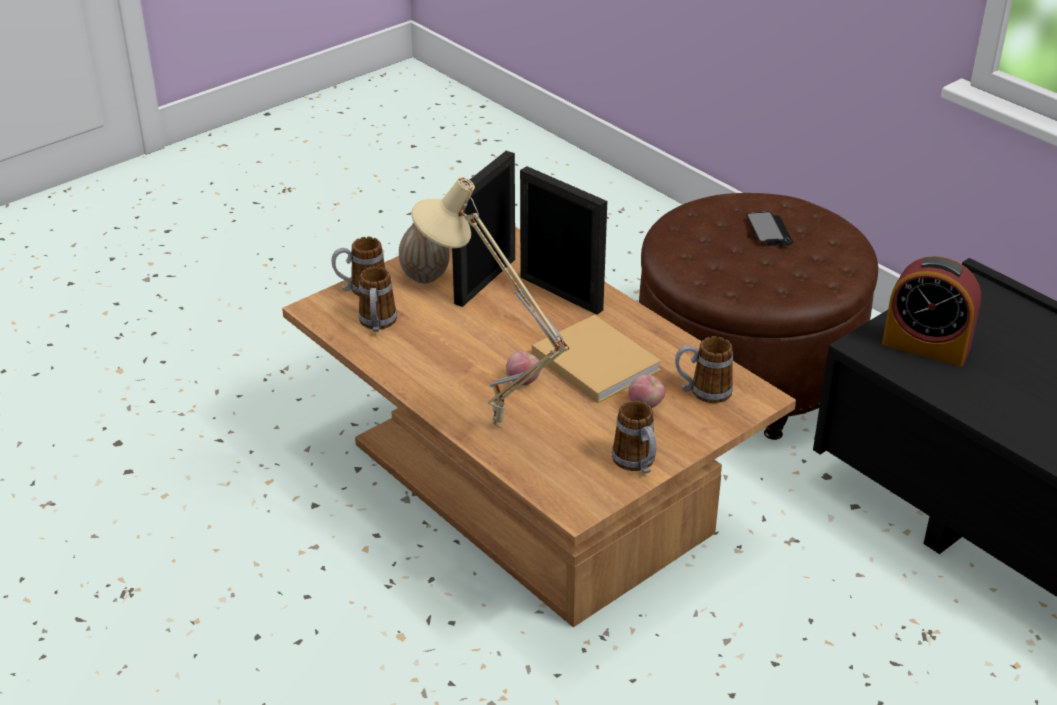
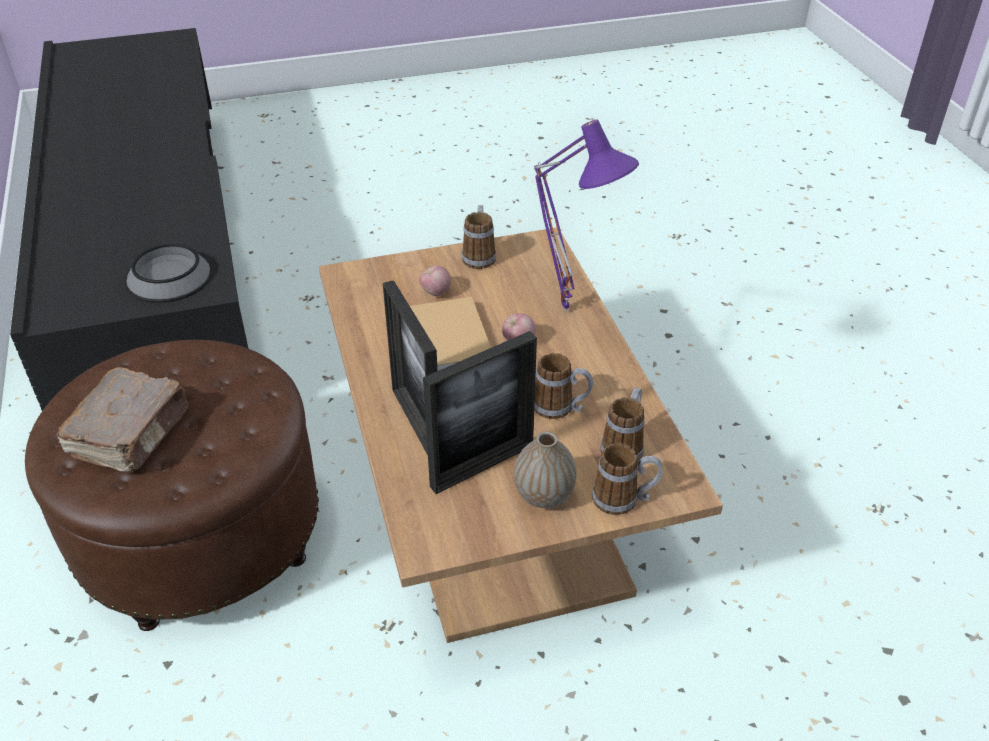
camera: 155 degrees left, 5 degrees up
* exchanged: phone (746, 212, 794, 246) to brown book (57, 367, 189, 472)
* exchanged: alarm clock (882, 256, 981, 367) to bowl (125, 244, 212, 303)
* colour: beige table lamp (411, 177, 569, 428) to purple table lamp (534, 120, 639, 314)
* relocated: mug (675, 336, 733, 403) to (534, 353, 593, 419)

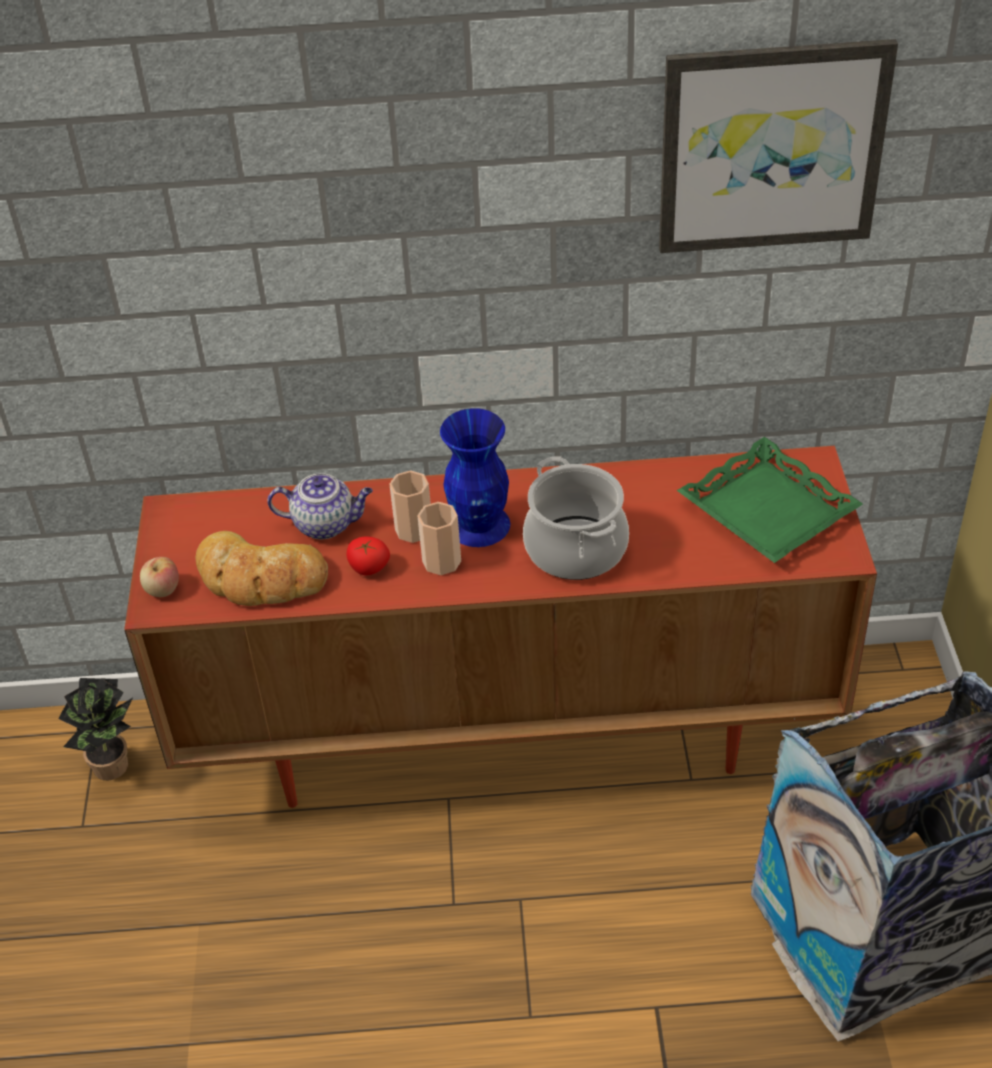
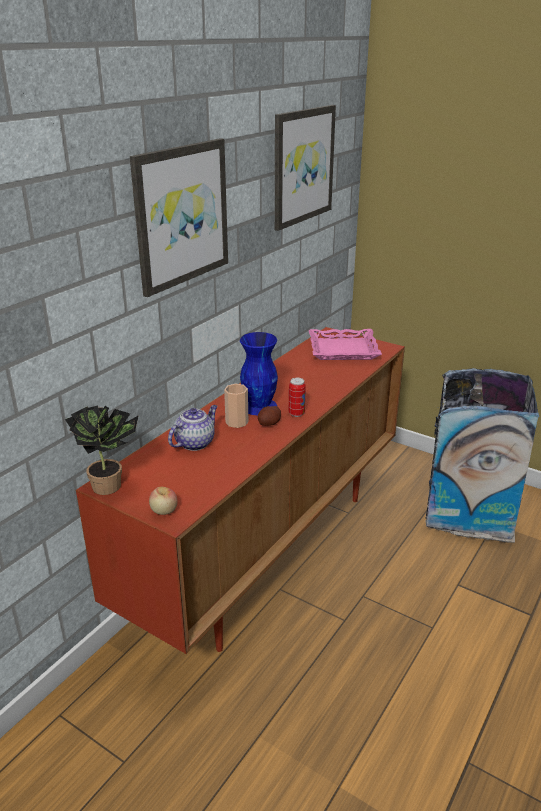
camera: 55 degrees left, 15 degrees down
* relocated: potted plant (58, 678, 133, 780) to (65, 406, 139, 495)
* appeared: picture (130, 138, 228, 297)
* exchanged: cup (417, 502, 461, 575) to potato (258, 406, 281, 426)
* appeared: can (289, 378, 306, 417)
* colour: green tray (677, 437, 863, 563) to pink tray (309, 329, 382, 360)
* missing: bread (195, 531, 328, 606)
* missing: tomato (346, 537, 390, 575)
* missing: cooking pot (523, 456, 629, 580)

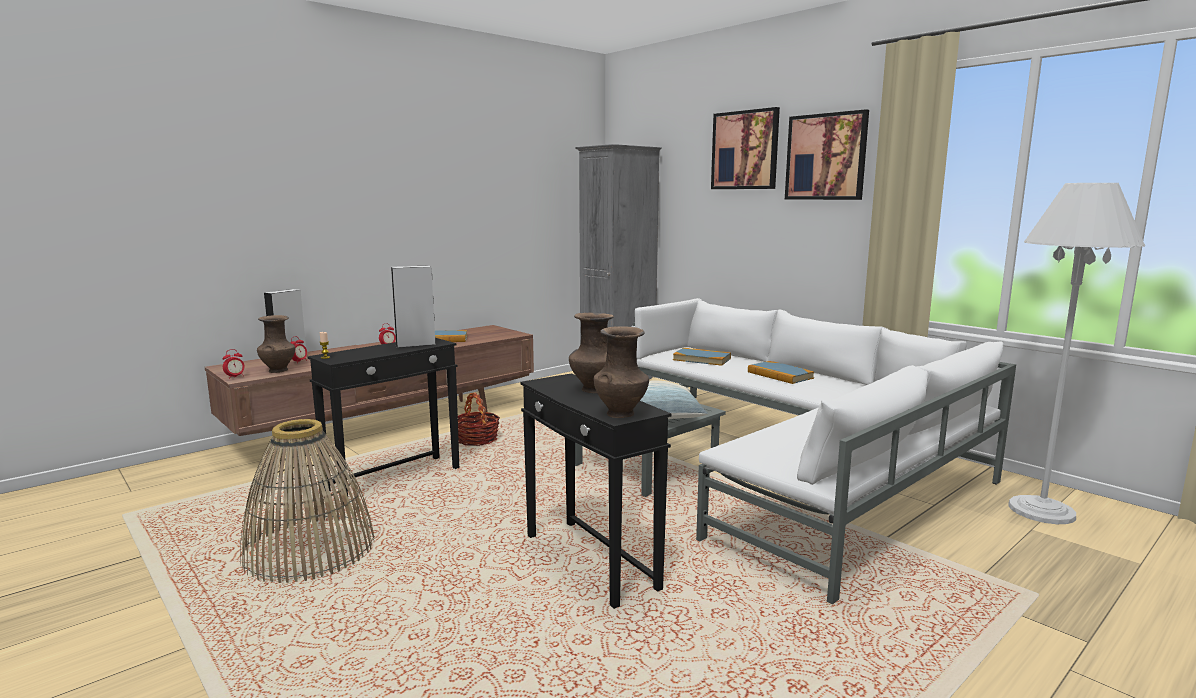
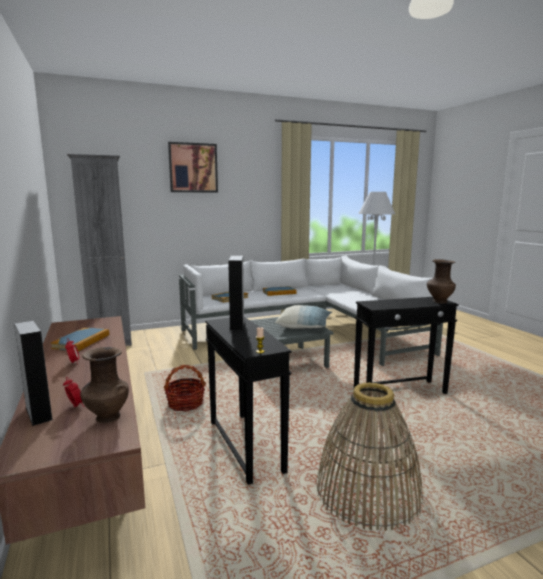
camera: 70 degrees left, 0 degrees up
* missing: alarm clock (223, 349, 245, 379)
* missing: brown vase (569, 312, 614, 393)
* missing: picture (785, 109, 869, 200)

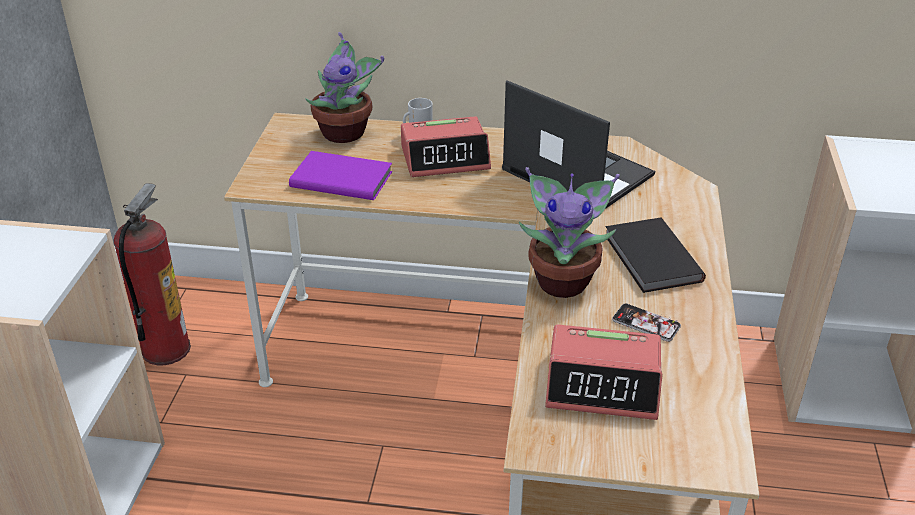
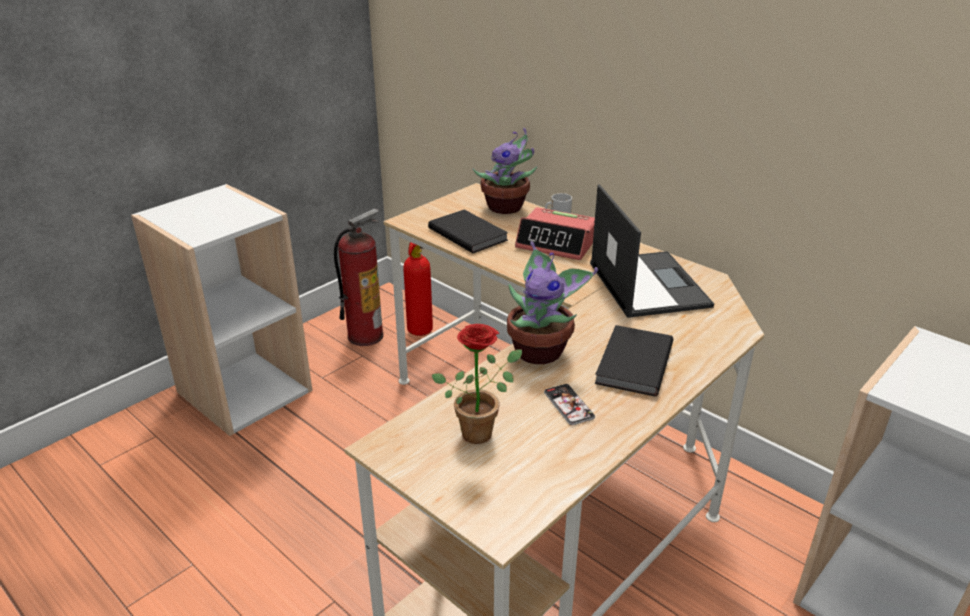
camera: 35 degrees right, 5 degrees down
* appeared: fire extinguisher (403, 242, 433, 336)
* colour: purple book (289, 151, 393, 200) to black book (428, 210, 508, 253)
* exchanged: alarm clock (545, 324, 662, 420) to potted plant (432, 324, 522, 444)

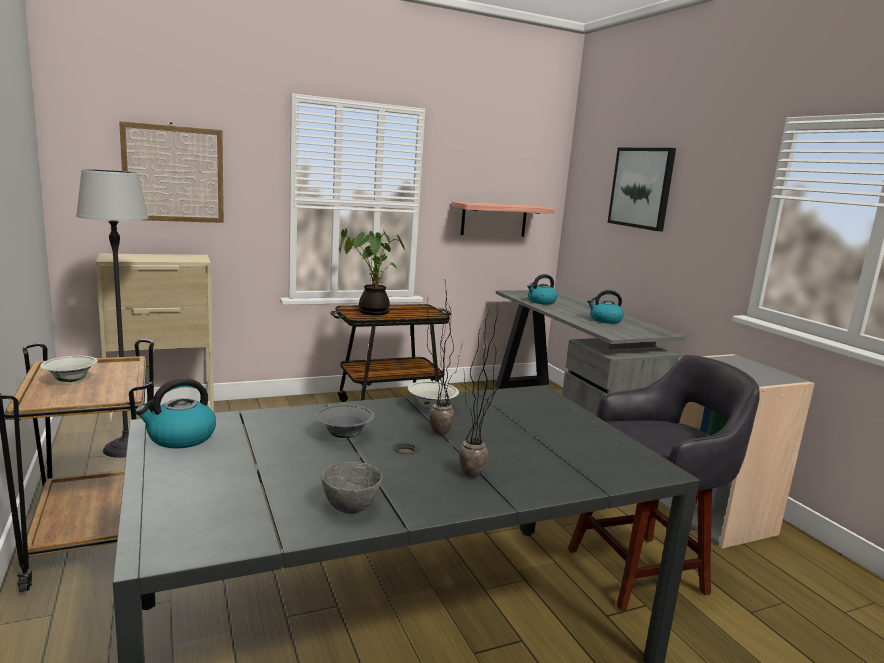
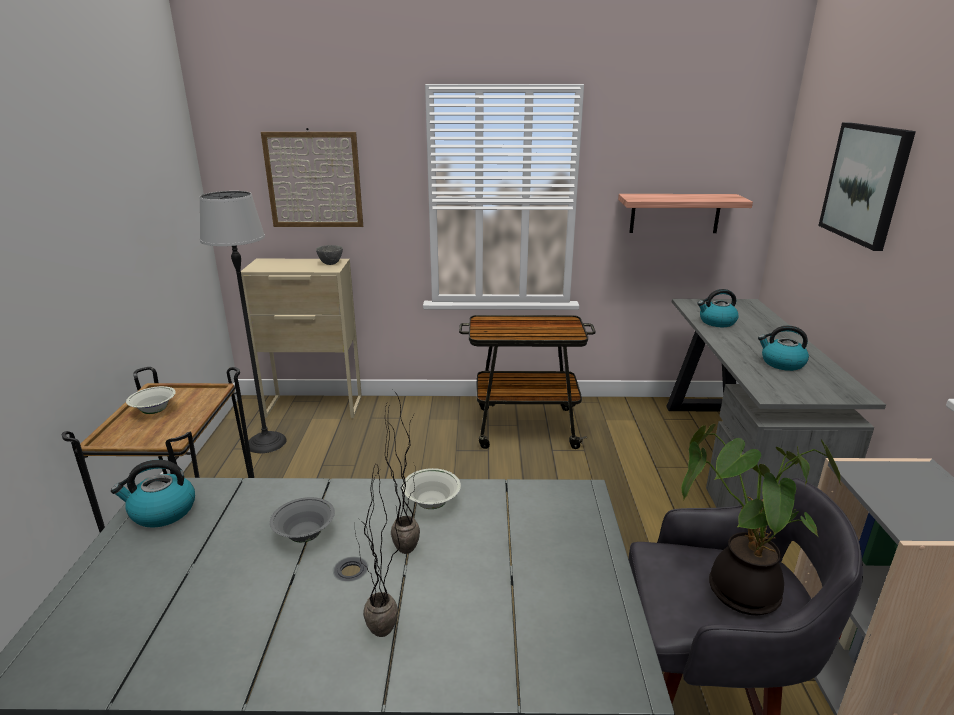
camera: 25 degrees right, 10 degrees up
* relocated: grey bowl (322, 462, 382, 514) to (316, 245, 343, 265)
* relocated: potted plant (339, 229, 405, 316) to (681, 424, 841, 615)

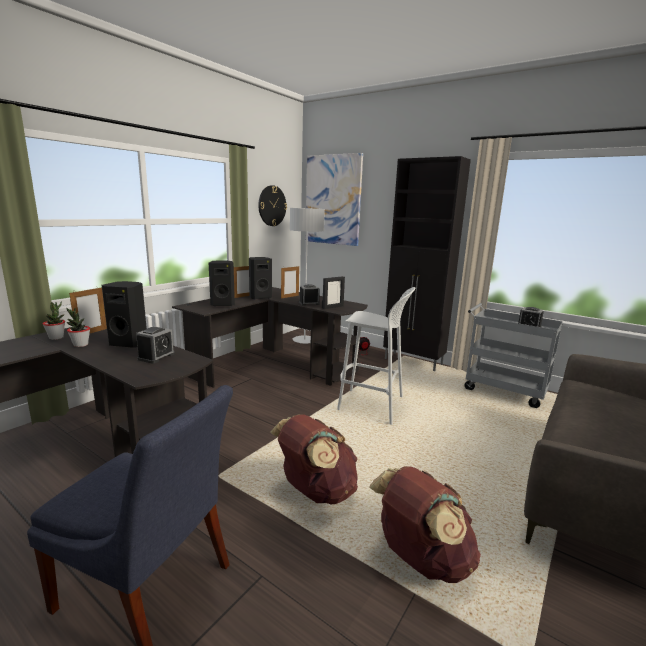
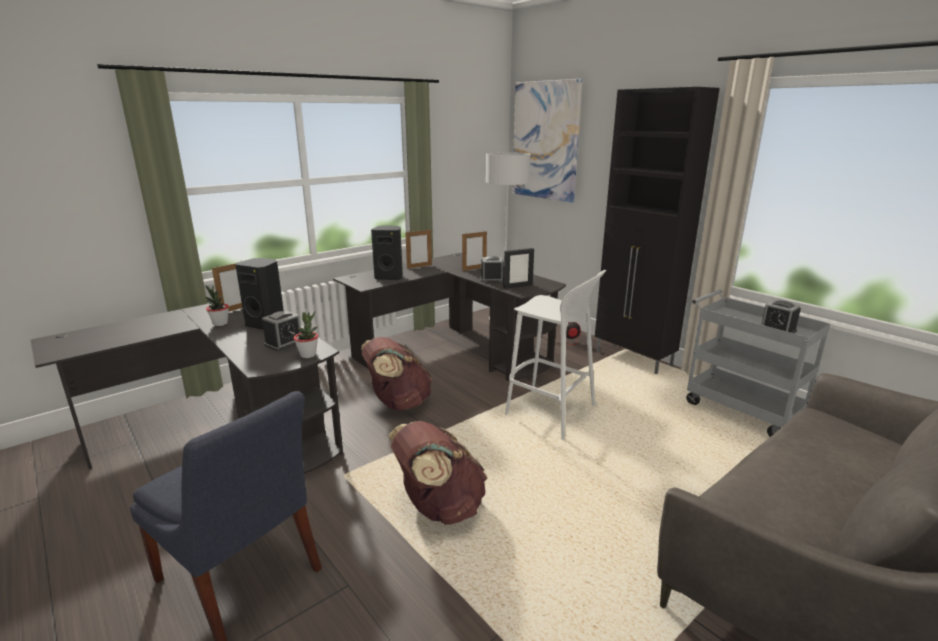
camera: 15 degrees right, 5 degrees up
* relocated: potted plant (43, 302, 65, 340) to (293, 311, 318, 358)
* relocated: brown backpack (369, 466, 481, 583) to (361, 337, 432, 411)
* missing: black speaker (249, 257, 272, 300)
* missing: wall clock (258, 185, 287, 226)

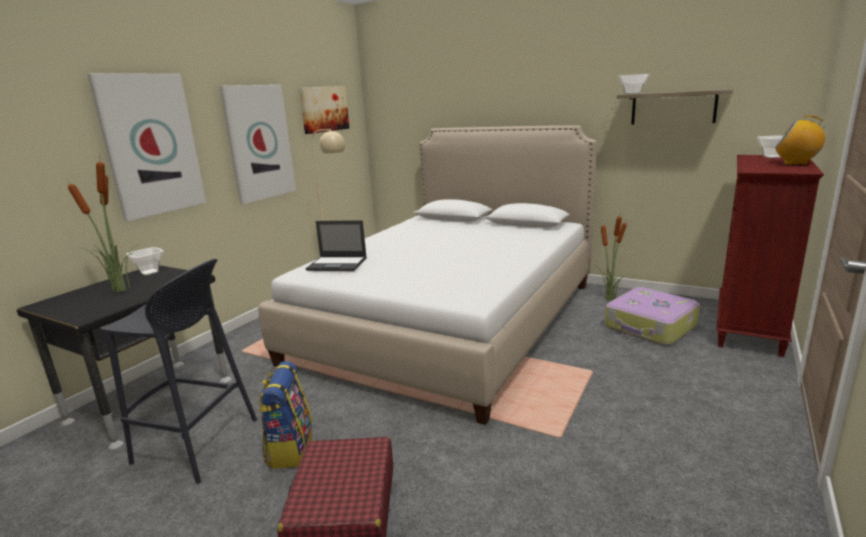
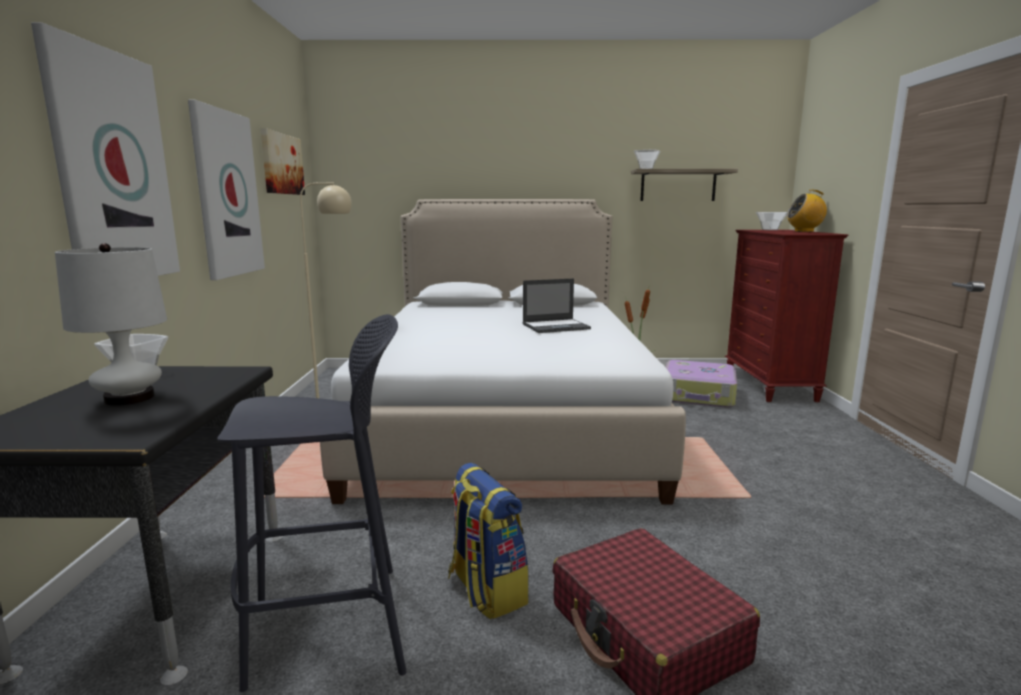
camera: 30 degrees left, 5 degrees down
* exchanged: potted plant (65, 161, 139, 292) to white table lamp (55, 243, 167, 406)
* relocated: laptop (306, 220, 367, 271) to (523, 278, 591, 333)

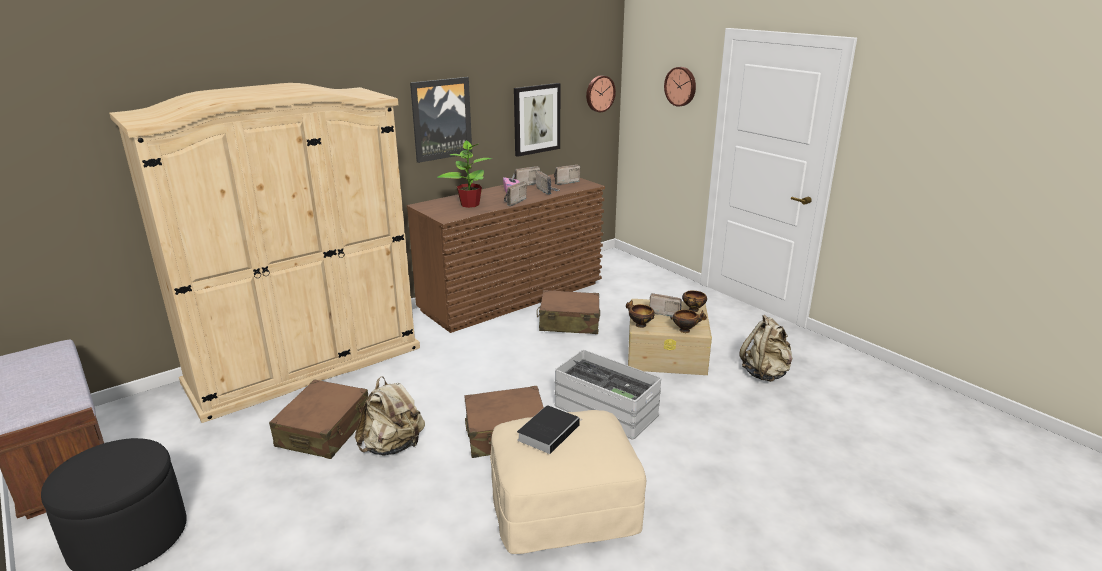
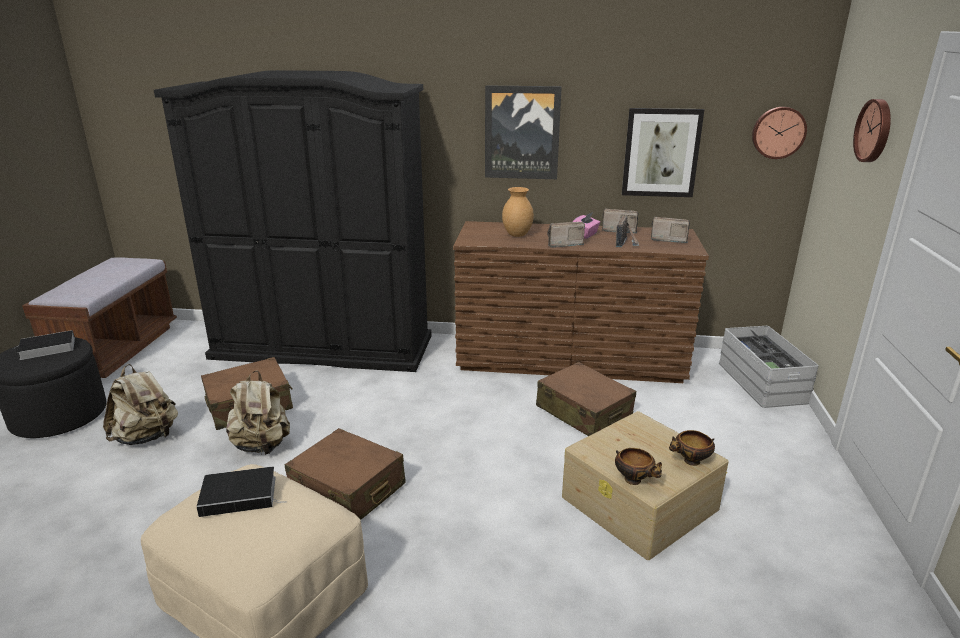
camera: 45 degrees right, 0 degrees up
* appeared: book (13, 330, 75, 360)
* relocated: beige backpack (739, 315, 793, 382) to (103, 364, 178, 445)
* colour: beige wardrobe (109, 83, 420, 423) to black wardrobe (154, 70, 432, 372)
* exchanged: potted plant (437, 141, 492, 208) to brown vase (502, 187, 534, 237)
* relocated: grey storage box (554, 350, 661, 439) to (719, 326, 819, 408)
* missing: bowl (626, 300, 655, 328)
* missing: radio (650, 293, 682, 317)

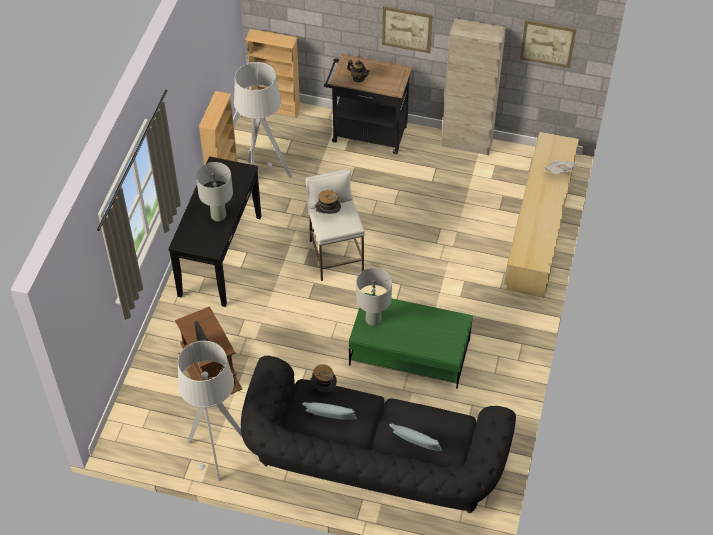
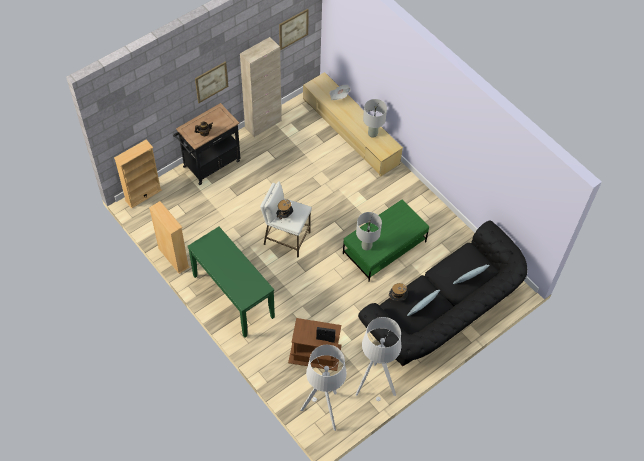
camera: 55 degrees left, 5 degrees up
* colour: black console table (168, 156, 262, 307) to green console table (187, 227, 275, 338)
* relocated: grey floor lamp (234, 62, 292, 198) to (300, 345, 347, 431)
* relocated: grey table lamp (196, 162, 233, 222) to (363, 99, 387, 138)

